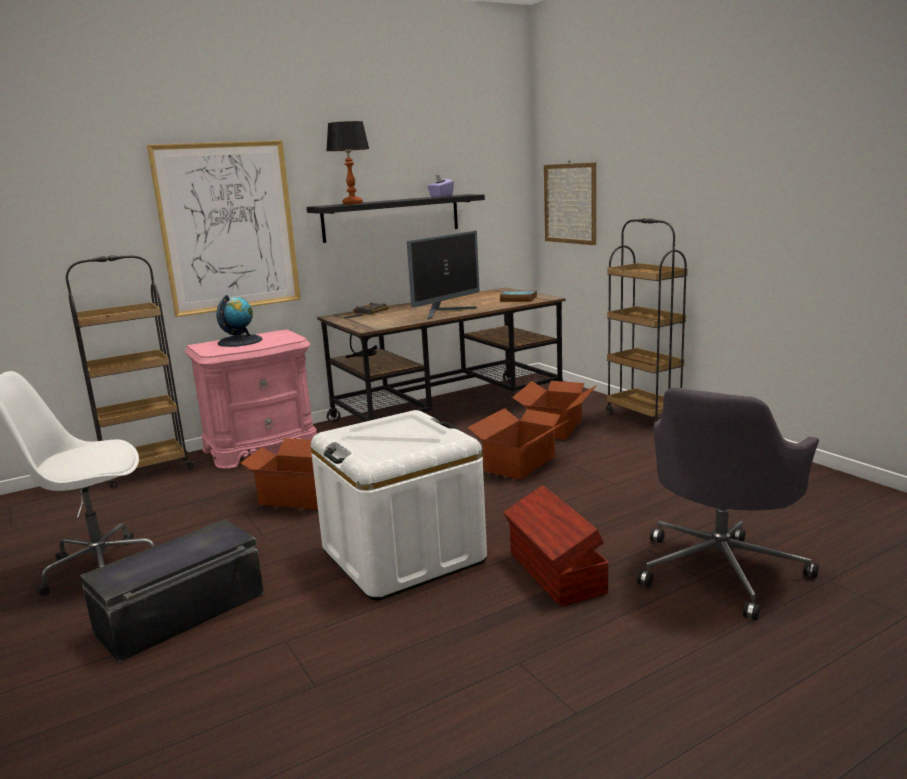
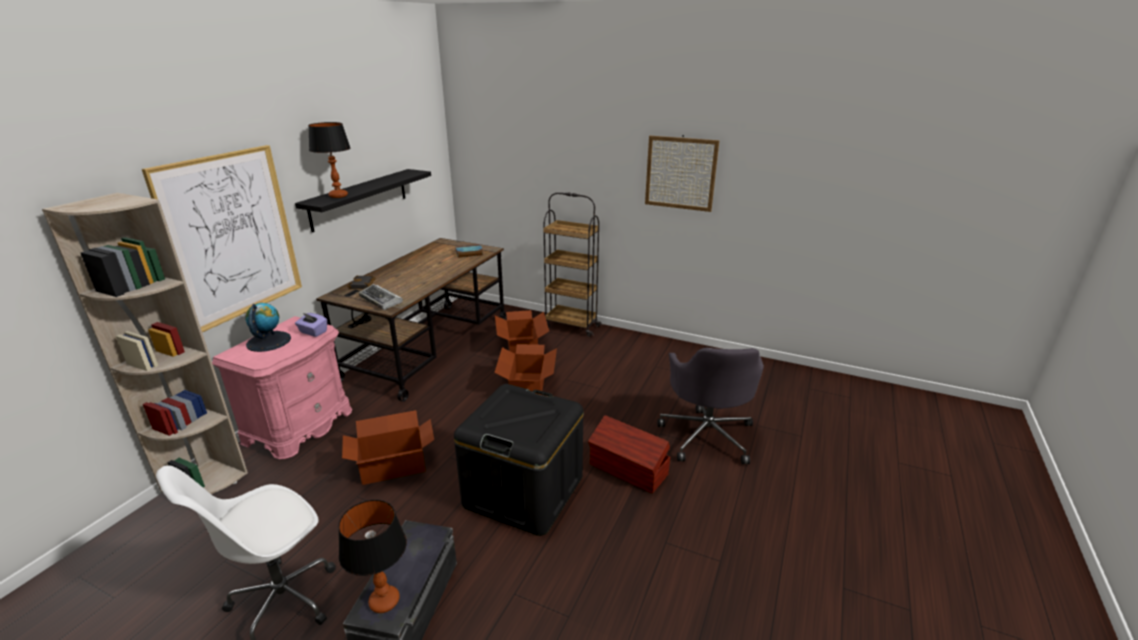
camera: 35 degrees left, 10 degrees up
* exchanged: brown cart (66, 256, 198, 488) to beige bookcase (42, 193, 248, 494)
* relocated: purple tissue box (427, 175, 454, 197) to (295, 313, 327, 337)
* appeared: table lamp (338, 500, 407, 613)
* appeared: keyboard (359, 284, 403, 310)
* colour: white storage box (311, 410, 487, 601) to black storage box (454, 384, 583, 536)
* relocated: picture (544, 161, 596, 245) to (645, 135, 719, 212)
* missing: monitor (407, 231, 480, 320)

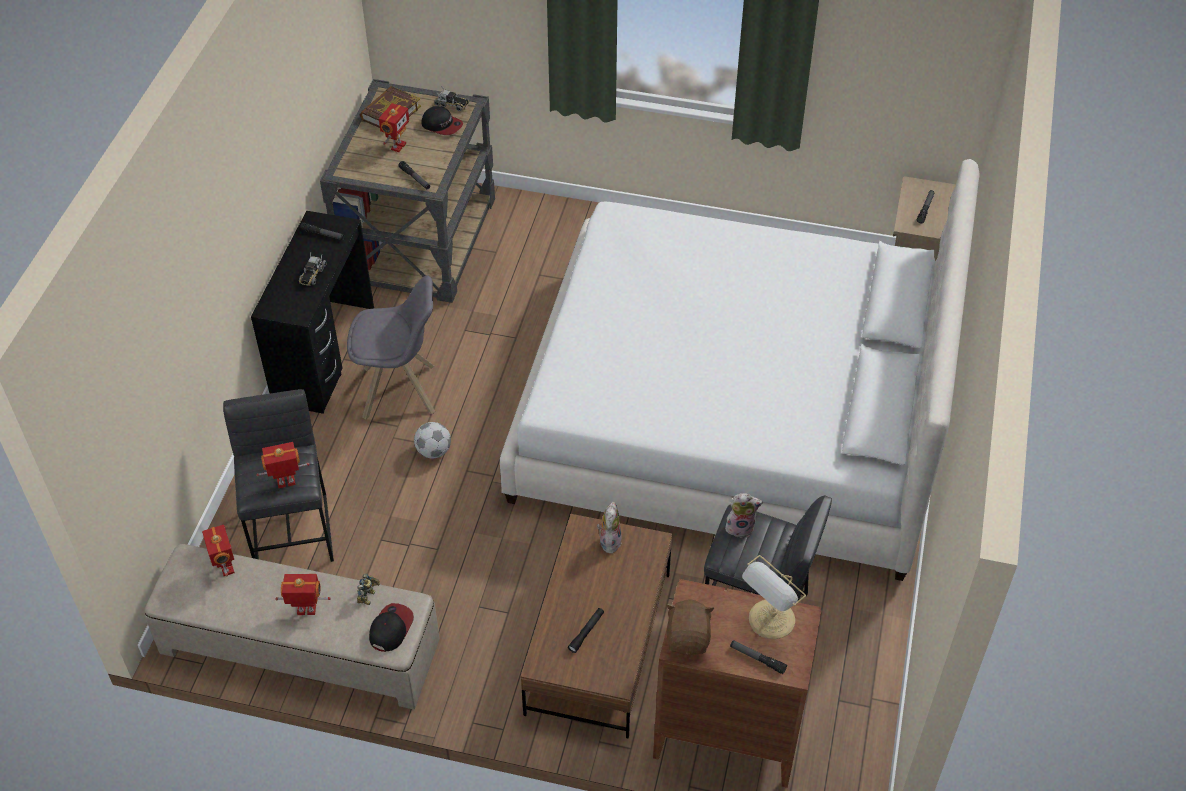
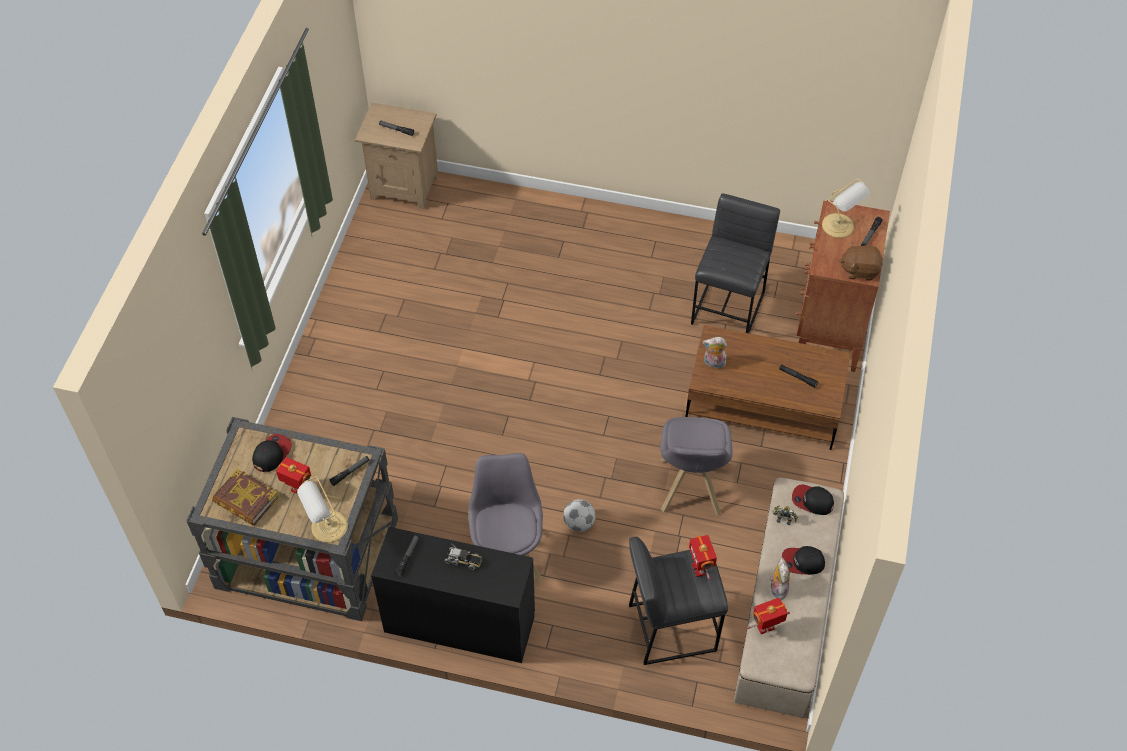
camera: 90 degrees left, 5 degrees up
* appeared: table lamp (297, 476, 348, 543)
* appeared: grey chair (660, 417, 733, 515)
* relocated: plush toy (725, 493, 763, 538) to (770, 557, 790, 600)
* exchanged: toy robot (275, 574, 331, 615) to cap (782, 546, 825, 575)
* missing: toy truck (434, 86, 469, 111)
* missing: white bed (500, 159, 980, 581)

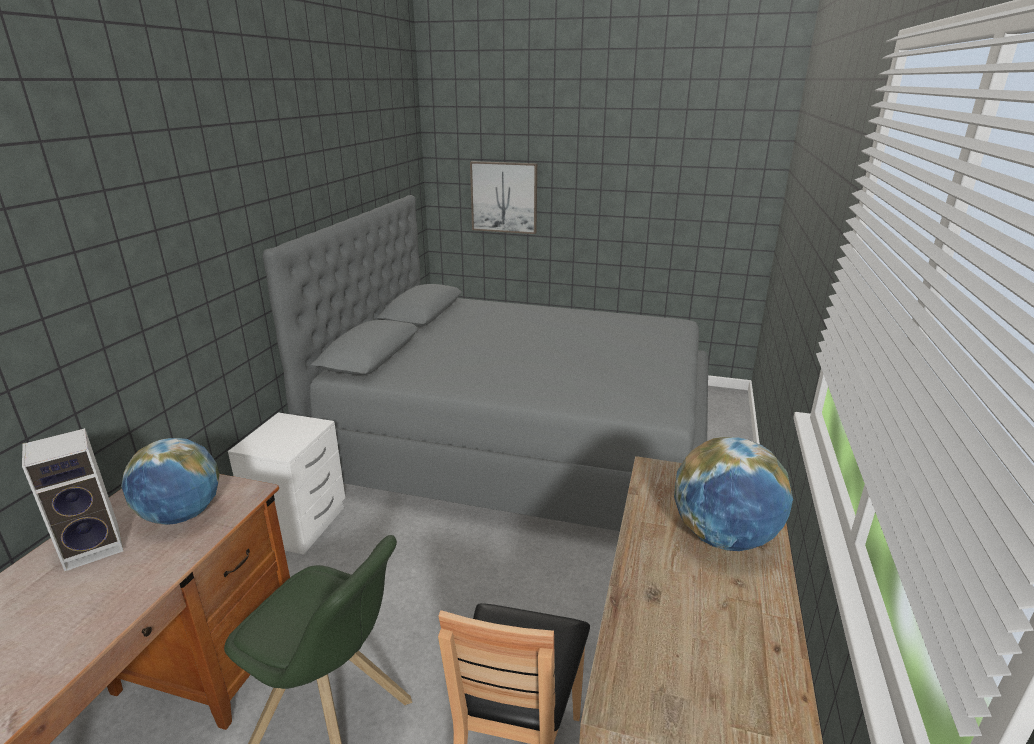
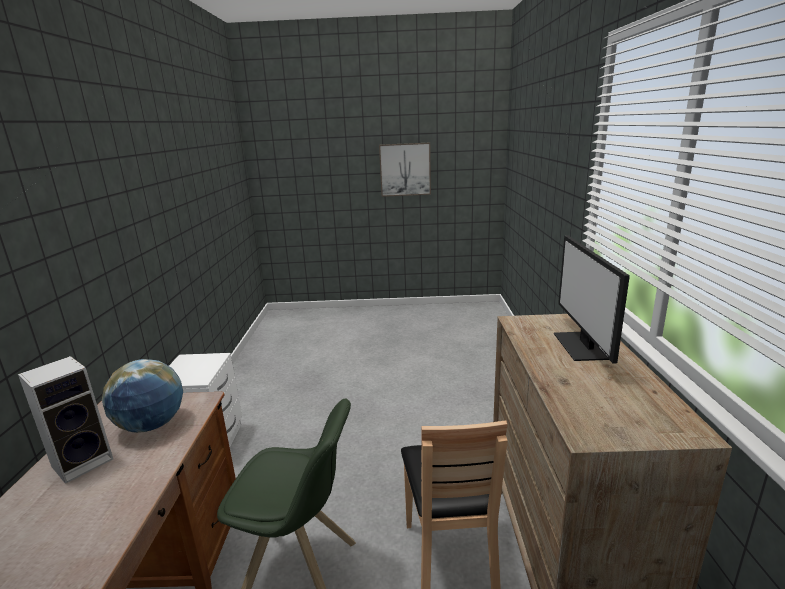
camera: 15 degrees left, 5 degrees down
* relocated: picture (470, 161, 537, 234) to (379, 143, 431, 197)
* exchanged: globe (674, 437, 793, 551) to monitor (554, 235, 630, 363)
* missing: grey bed (263, 195, 708, 531)

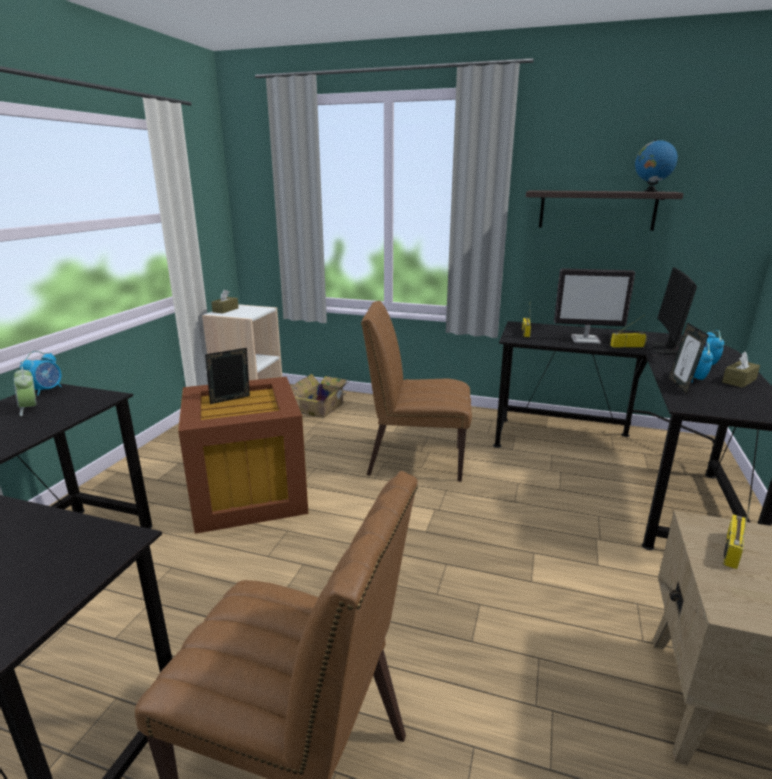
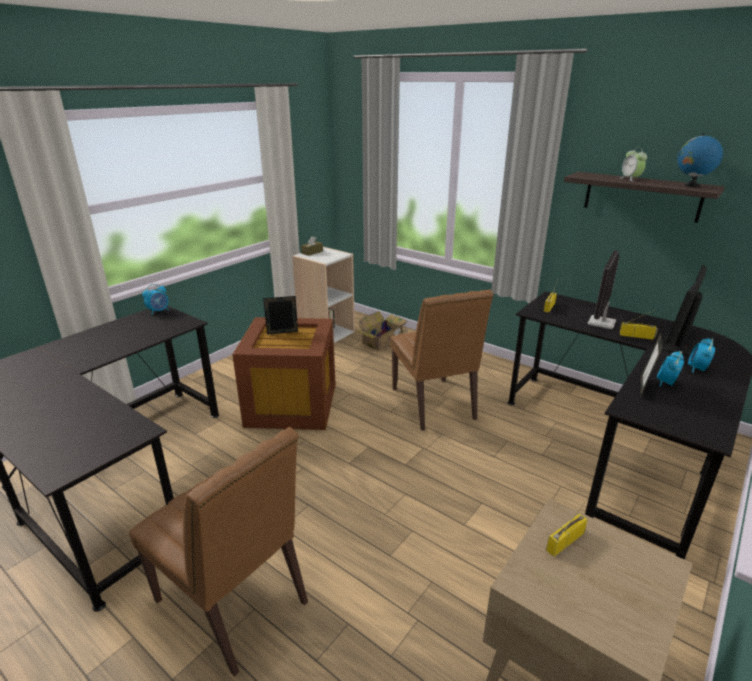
camera: 20 degrees right, 5 degrees up
* spun: brown chair (361, 301, 472, 482) = (390, 290, 493, 431) 135 degrees counterclockwise
* spun: monitor (554, 268, 635, 344) = (587, 250, 619, 329) 90 degrees clockwise
* relocated: alarm clock (14, 366, 37, 416) to (621, 147, 647, 182)
* missing: brown tissue box (722, 351, 760, 388)

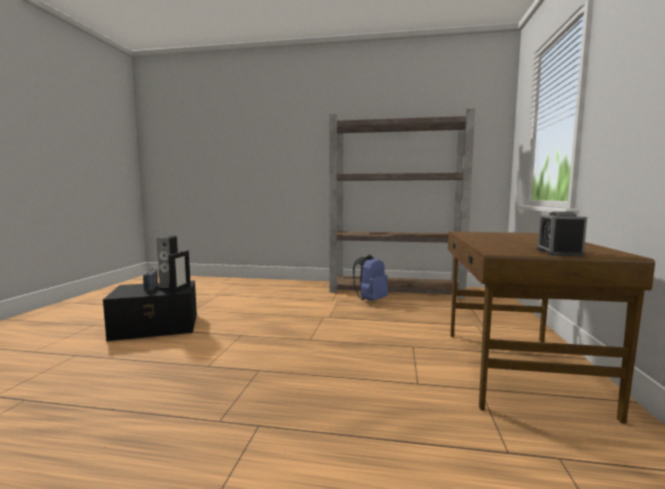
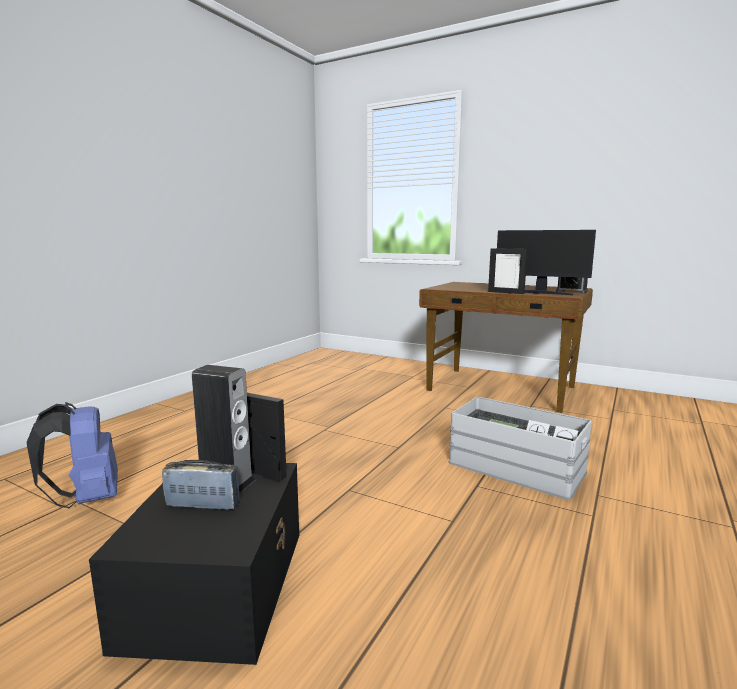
camera: 70 degrees left, 5 degrees up
* relocated: blue backpack (353, 255, 388, 301) to (26, 402, 118, 508)
* appeared: grey storage box (449, 397, 592, 500)
* appeared: picture frame (488, 248, 528, 294)
* appeared: monitor (497, 230, 596, 295)
* missing: brown bookcase (329, 109, 475, 299)

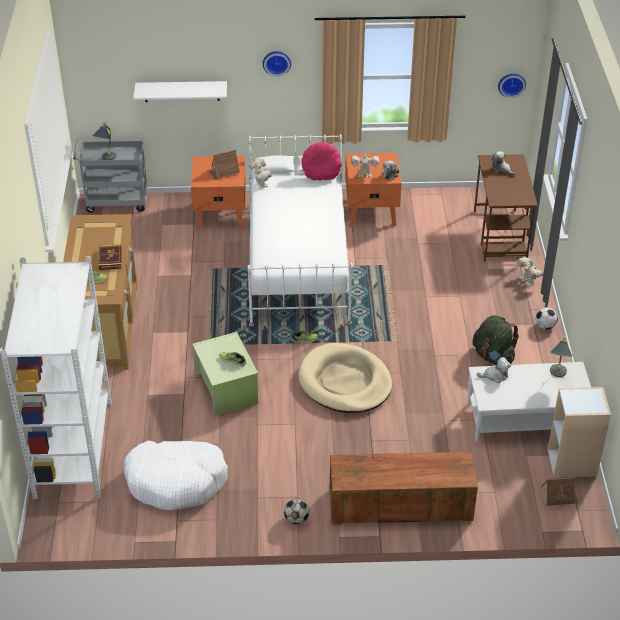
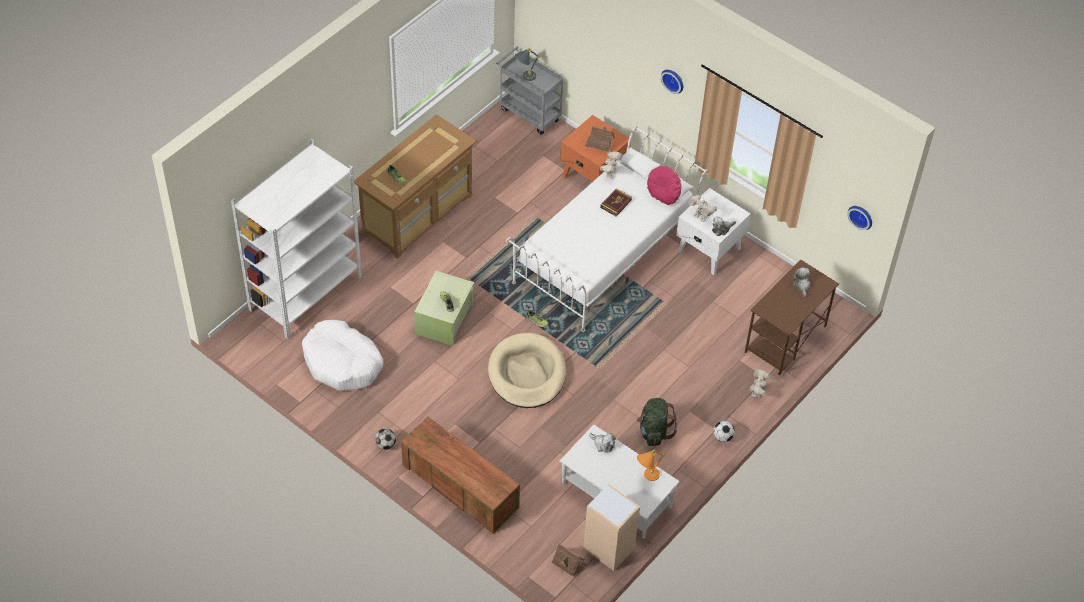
camera: 40 degrees right, 10 degrees up
* relocated: book (98, 244, 122, 270) to (600, 188, 632, 216)
* colour: grey table lamp (550, 336, 572, 377) to orange table lamp (637, 450, 665, 481)
* colour: orange nightstand (345, 153, 401, 227) to white nightstand (676, 188, 751, 275)
* missing: white shelf (133, 81, 227, 102)

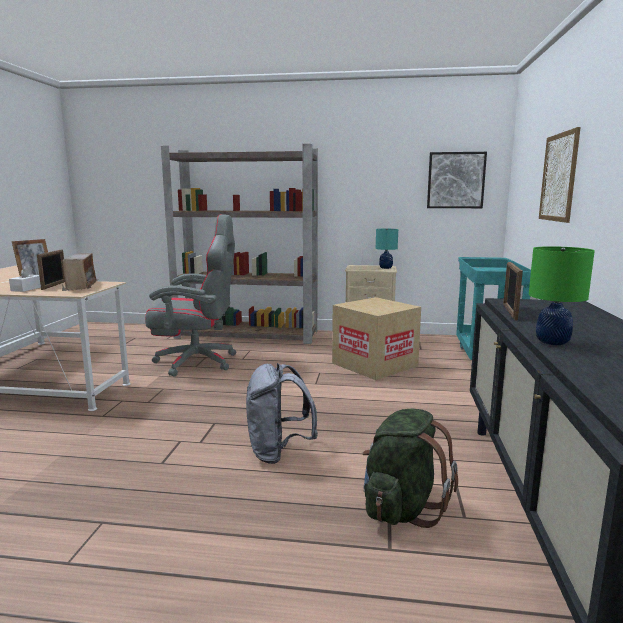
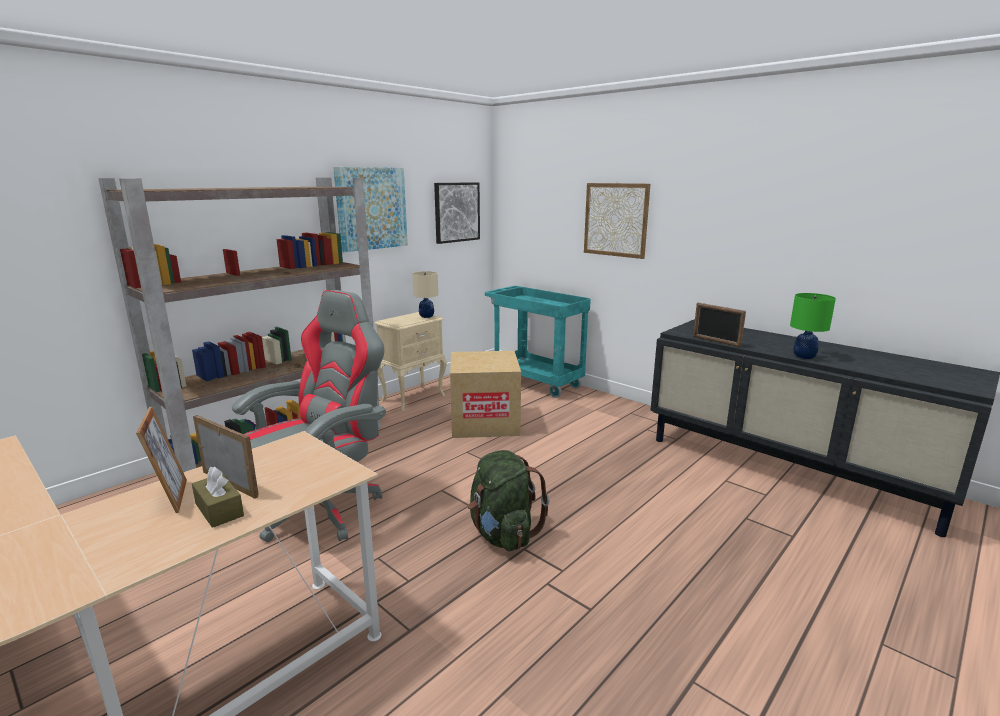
camera: 55 degrees left, 5 degrees up
* colour: white tissue box (9, 265, 41, 292) to brown tissue box (192, 467, 244, 528)
* appeared: picture (333, 167, 408, 252)
* colour: turquoise table lamp (376, 229, 398, 269) to beige table lamp (412, 271, 438, 318)
* relocated: green backpack (363, 409, 458, 528) to (468, 450, 549, 551)
* missing: radio (62, 253, 98, 291)
* missing: grey backpack (246, 363, 318, 464)

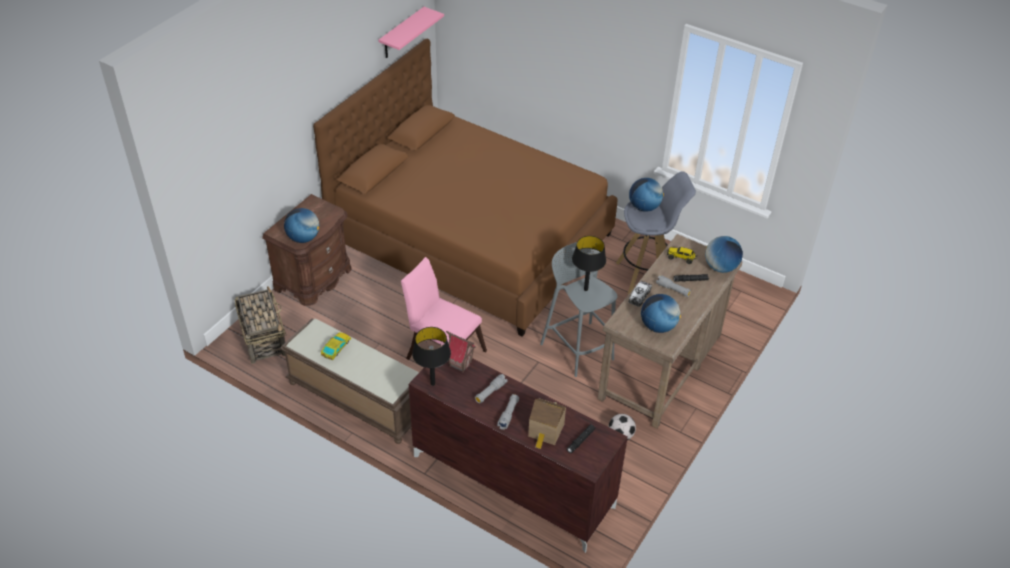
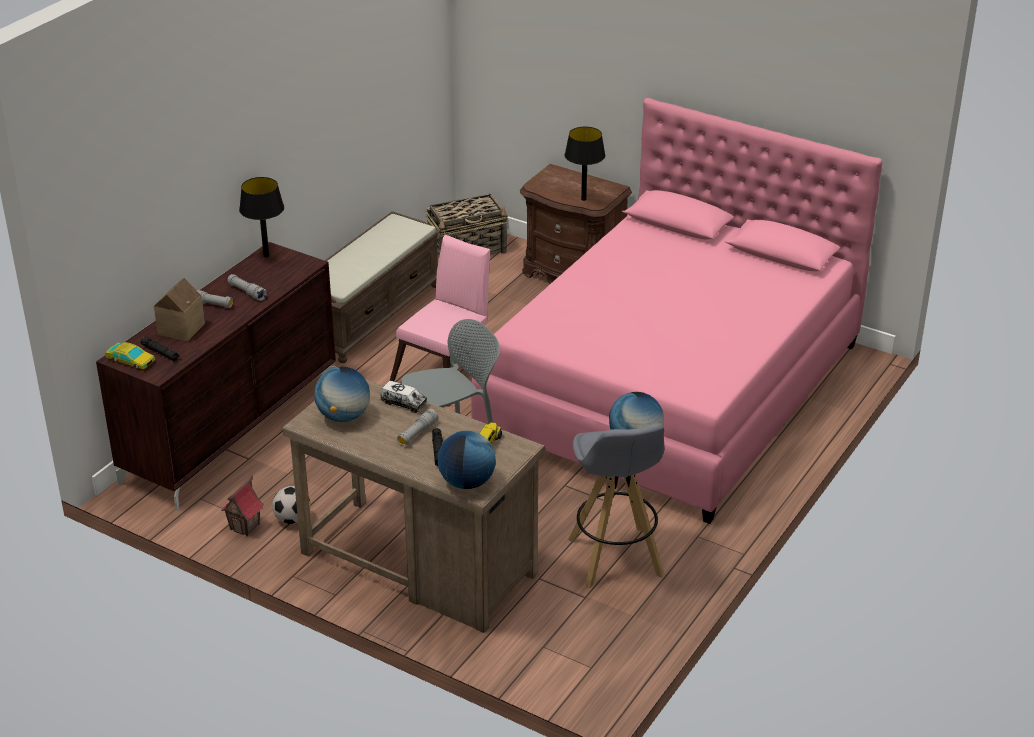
camera: 90 degrees right, 10 degrees down
* relocated: toy car (321, 332, 351, 360) to (105, 342, 155, 370)
* relocated: toy house (446, 331, 476, 372) to (221, 475, 264, 536)
* colour: brown bed (313, 39, 618, 336) to pink bed (471, 98, 882, 524)
* relocated: black table lamp (572, 236, 606, 291) to (565, 127, 605, 201)
* missing: globe (284, 208, 319, 243)
* missing: pink shelf (378, 7, 444, 58)

